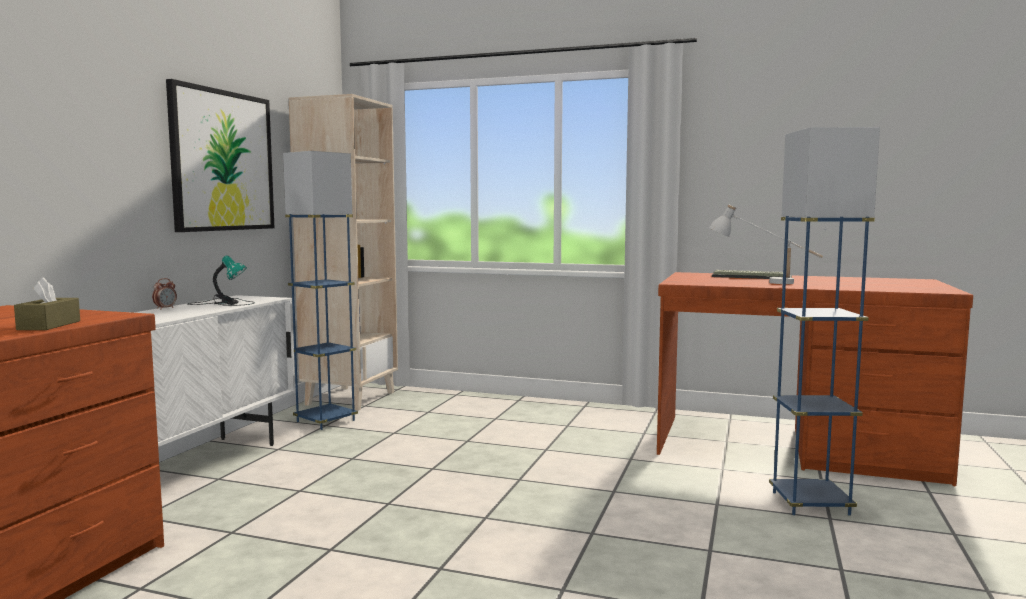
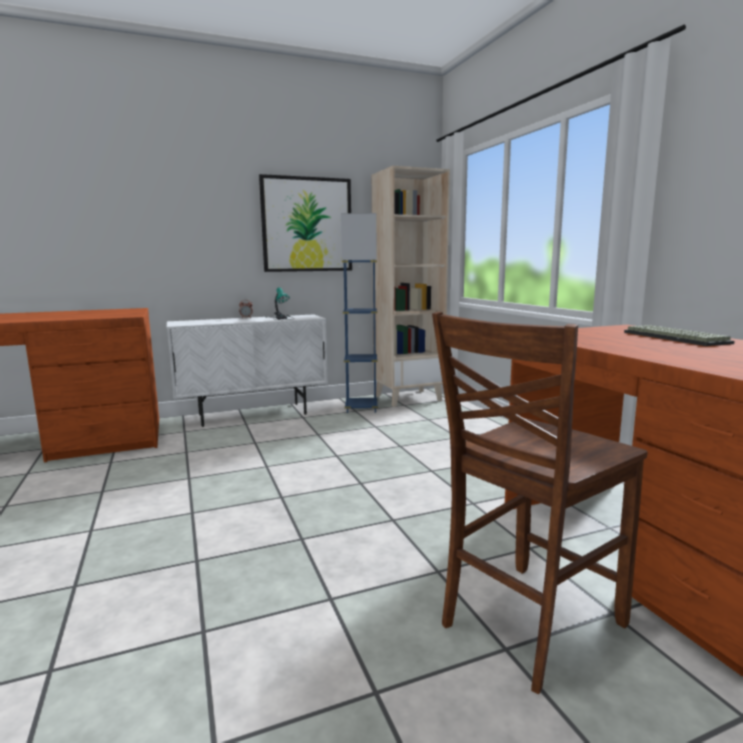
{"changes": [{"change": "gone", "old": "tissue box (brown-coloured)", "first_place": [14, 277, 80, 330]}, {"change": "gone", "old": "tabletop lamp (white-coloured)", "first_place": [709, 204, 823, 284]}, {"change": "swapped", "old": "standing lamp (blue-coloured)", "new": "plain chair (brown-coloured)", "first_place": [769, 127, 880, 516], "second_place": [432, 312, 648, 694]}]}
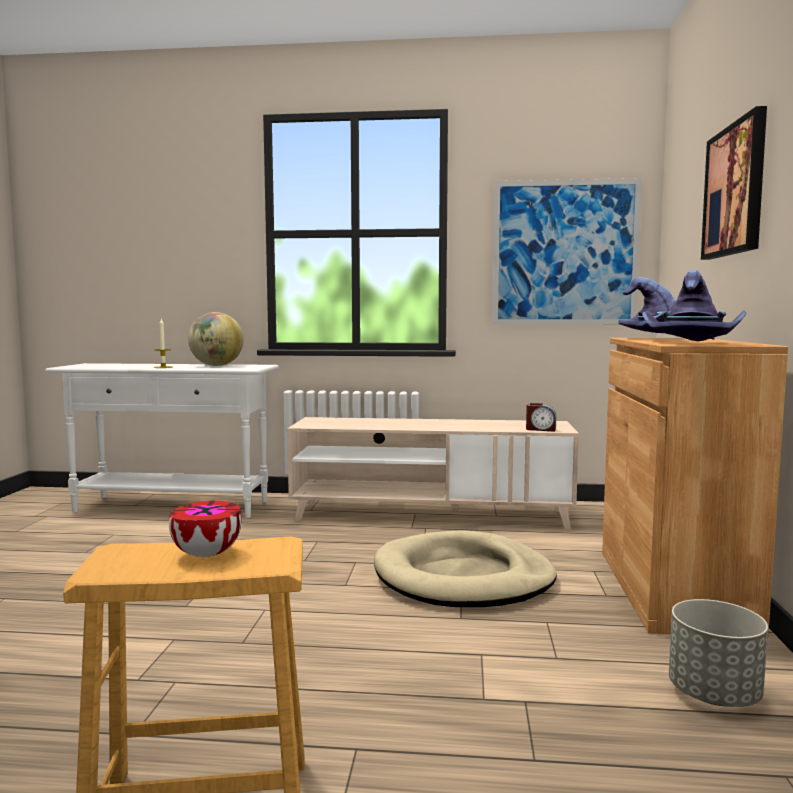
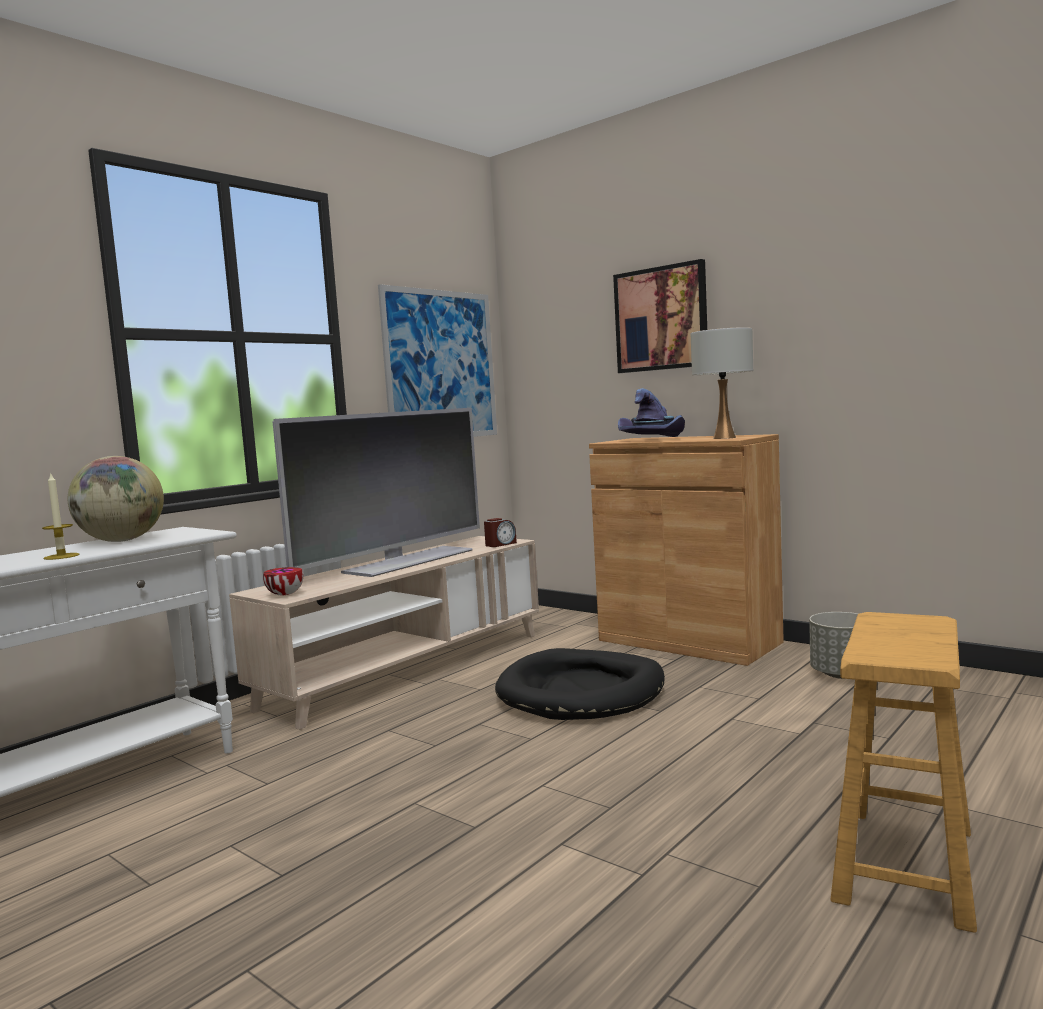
{"changes": [{"change": "shifted", "old": "bowl", "first_place": [169, 500, 242, 557], "second_place": [263, 567, 303, 595]}, {"change": "repainted", "old": "dog bed (sand-coloured)", "new": "dog bed (blackish)", "first_place": [374, 530, 557, 607], "second_place": [495, 648, 665, 720]}, {"change": "swapped", "old": "wearable hat (purple-coloured)", "new": "tabletop lamp (white-coloured)", "first_place": [642, 270, 746, 341], "second_place": [691, 327, 753, 439]}, {"change": "new", "new": "television", "second_place": [273, 408, 480, 577]}]}
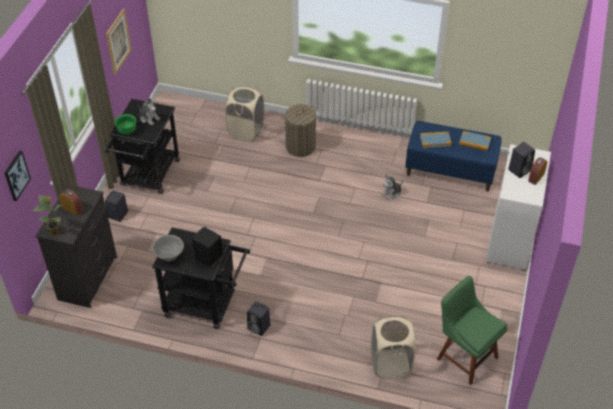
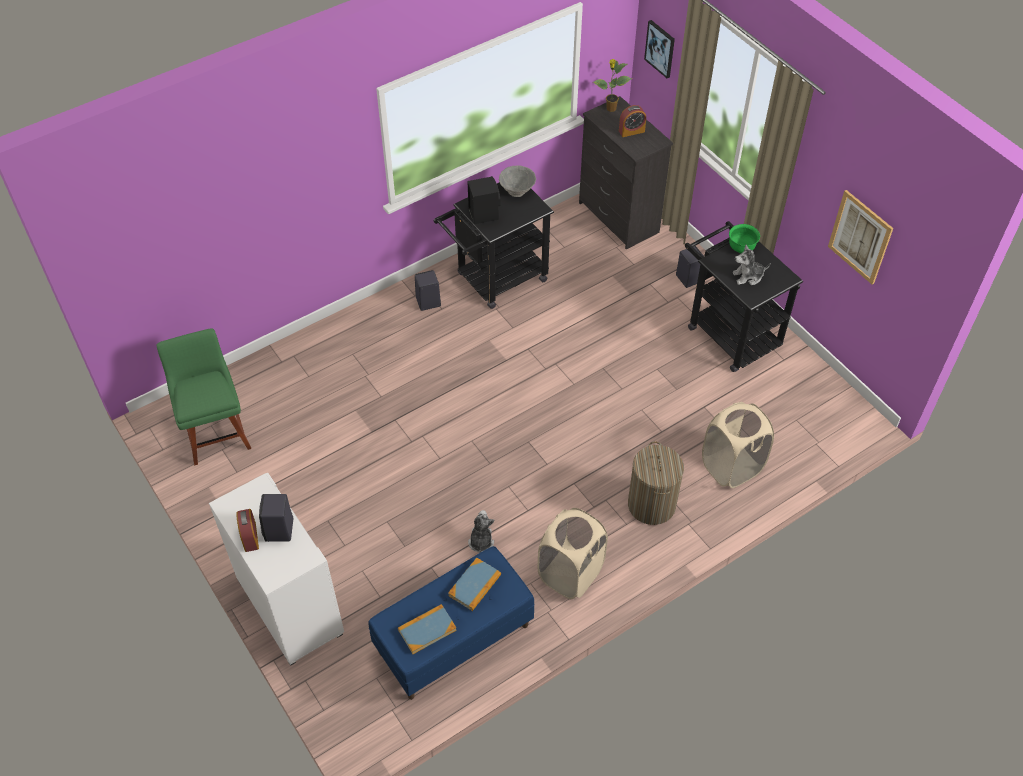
{"changes": [{"change": "shifted", "old": "laundry basket (sand-coloured)", "first_place": [371, 315, 415, 379], "second_place": [538, 508, 608, 599]}, {"change": "rotated", "old": "plain chair (green-coloured)", "first_place": [437, 276, 508, 385], "second_place": [157, 328, 251, 466], "degrees": -105}]}
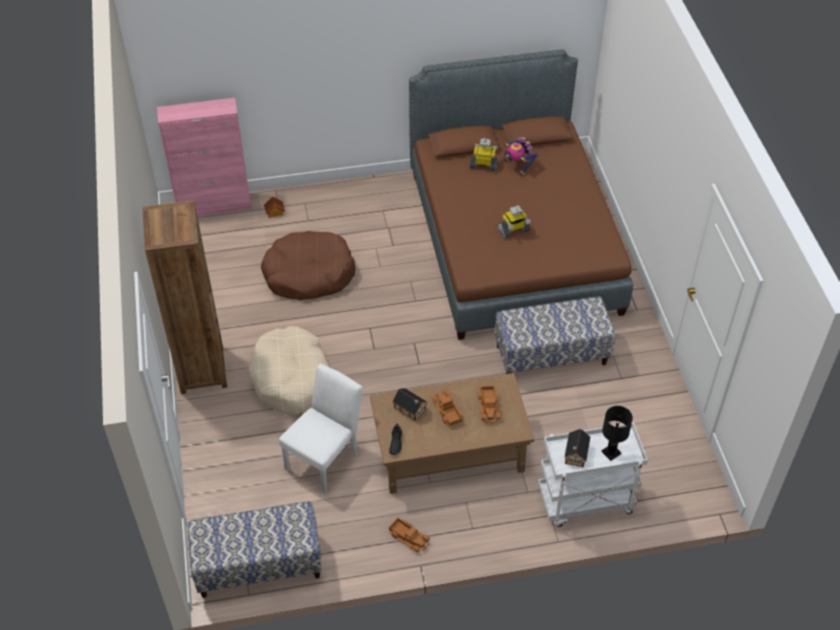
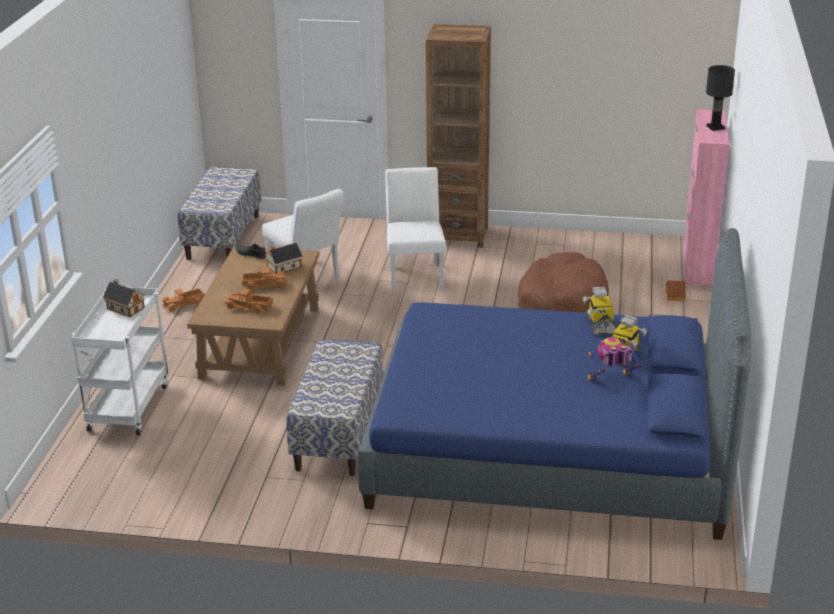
{"changes": [{"change": "swapped", "old": "dog bed (sand-coloured)", "new": "plain chair (white-coloured)", "first_place": [248, 326, 330, 415], "second_place": [385, 167, 446, 293]}, {"change": "repainted", "old": "bedroom bed (brown-coloured)", "new": "bedroom bed (blue-coloured)", "first_place": [409, 49, 633, 340], "second_place": [357, 228, 751, 540]}, {"change": "shifted", "old": "toy robot", "first_place": [497, 205, 531, 238], "second_place": [583, 287, 616, 335]}, {"change": "shifted", "old": "tabletop lamp (blackish)", "first_place": [601, 406, 633, 461], "second_place": [706, 65, 735, 131]}]}
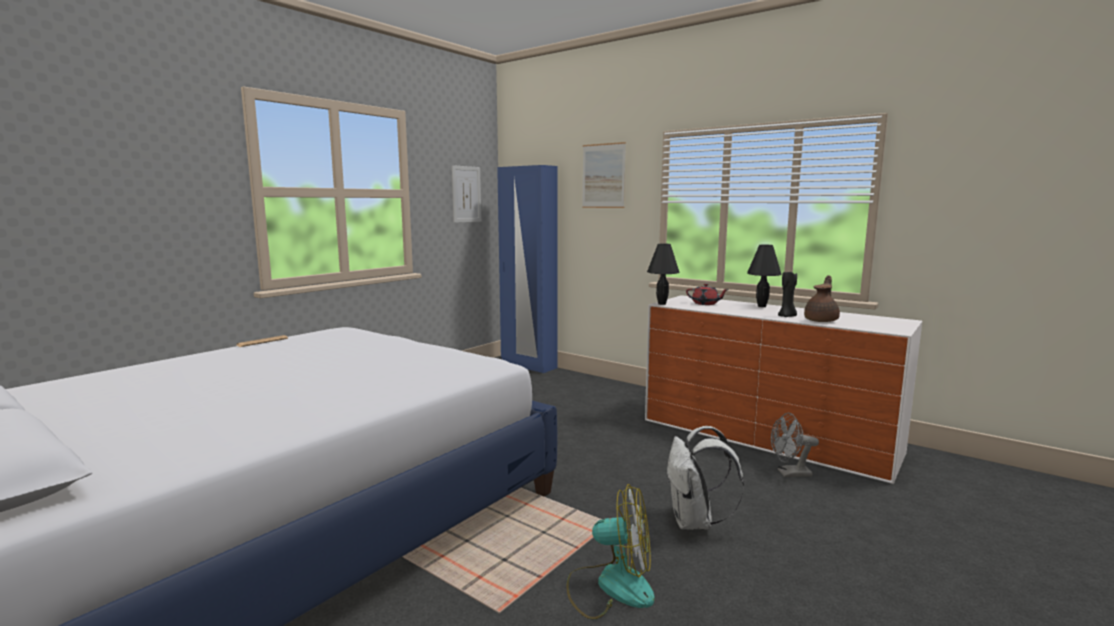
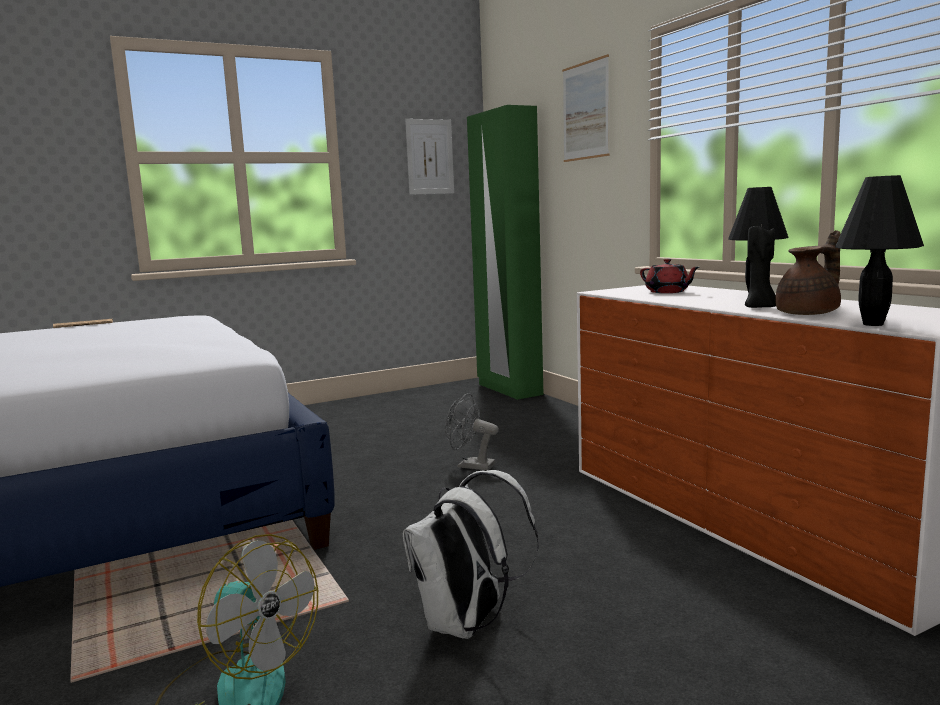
{"changes": [{"change": "repainted", "old": "wardrobe (blue-coloured)", "new": "wardrobe (green-coloured)", "first_place": [497, 165, 557, 373], "second_place": [467, 105, 544, 400]}, {"change": "shifted", "old": "tabletop lamp (blackish)", "first_place": [647, 244, 679, 305], "second_place": [835, 175, 924, 326]}, {"change": "shifted", "old": "cooling fan (grey)", "first_place": [771, 413, 819, 477], "second_place": [445, 393, 499, 471]}]}
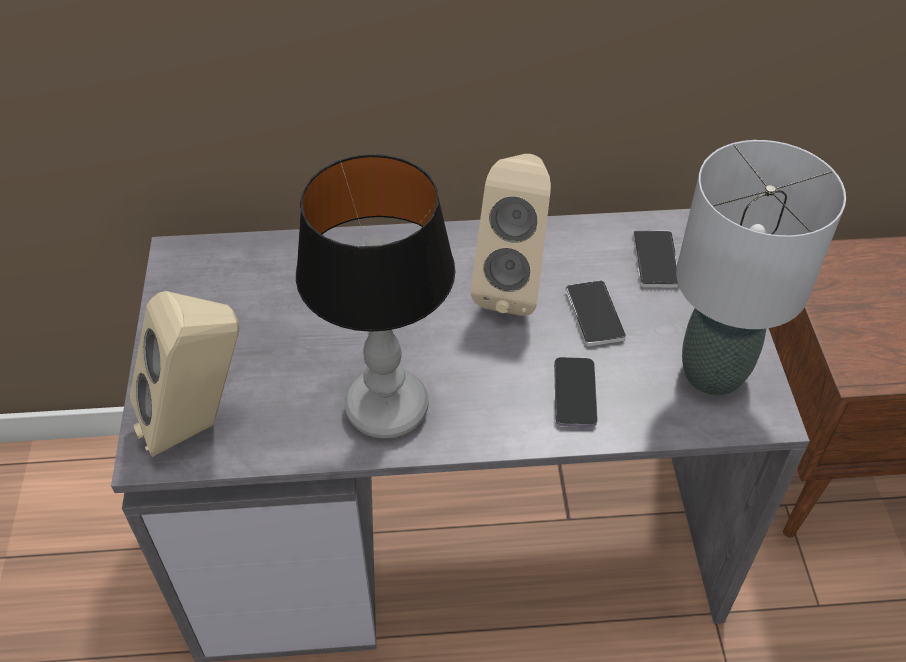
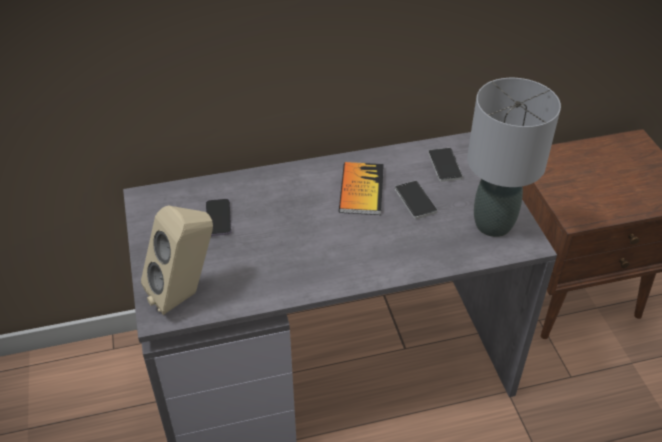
{"changes": [{"change": "gone", "old": "tabletop lamp", "first_place": [296, 154, 455, 439]}, {"change": "swapped", "old": "loudspeaker (sand-coloured)", "new": "bound book", "first_place": [471, 154, 551, 316], "second_place": [339, 162, 384, 215]}, {"change": "shifted", "old": "handset", "first_place": [554, 357, 598, 427], "second_place": [206, 199, 231, 236]}]}
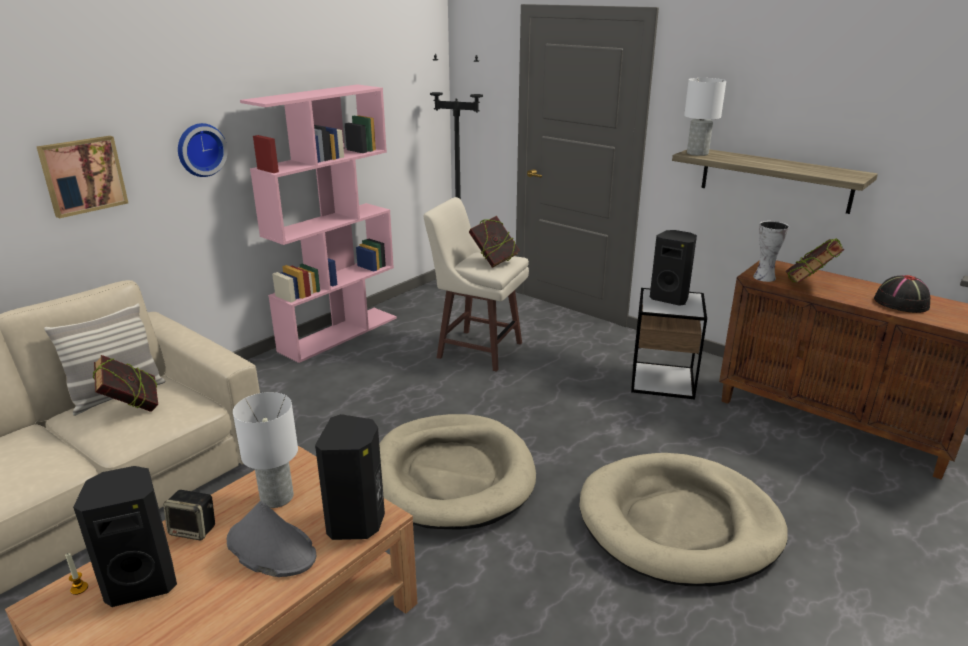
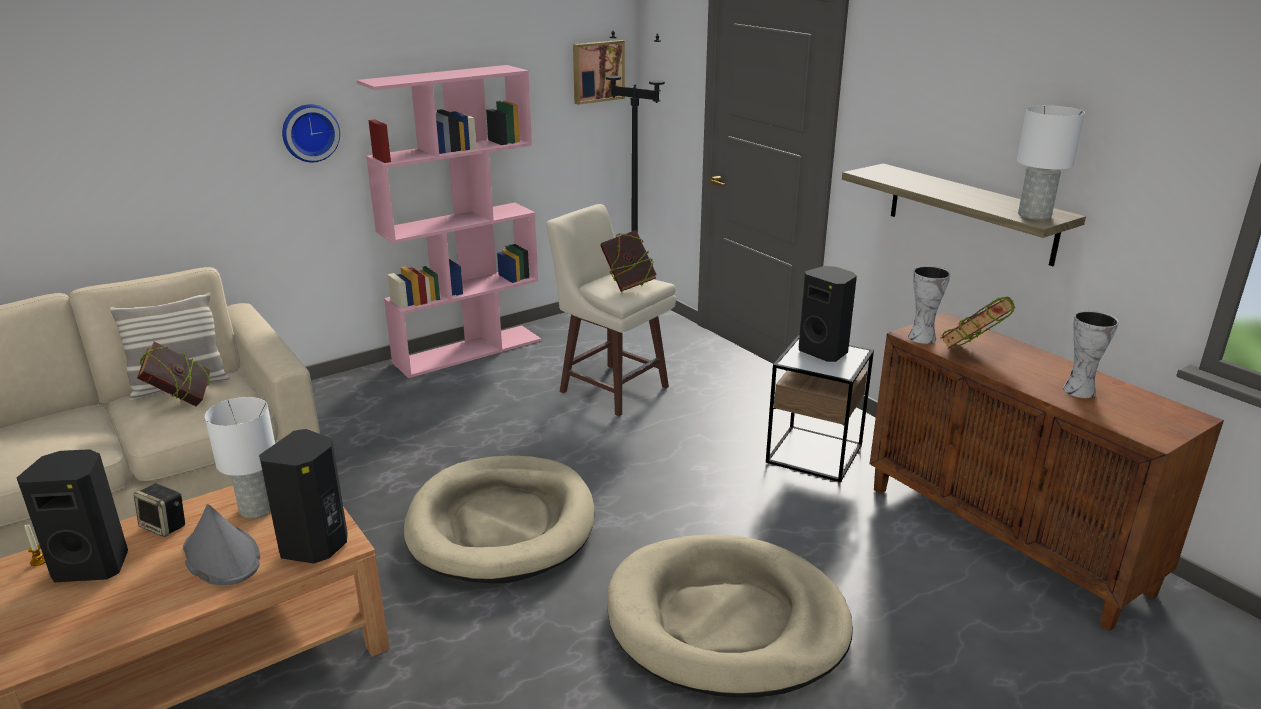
{"changes": [{"change": "shifted", "old": "picture", "first_place": [37, 136, 128, 218], "second_place": [573, 40, 625, 105]}, {"change": "shifted", "old": "tabletop lamp (white-coloured)", "first_place": [684, 78, 726, 156], "second_place": [1017, 105, 1085, 220]}, {"change": "swapped", "old": "wearable hat (blackish)", "new": "flower vase", "first_place": [874, 275, 930, 313], "second_place": [1063, 311, 1119, 398]}]}
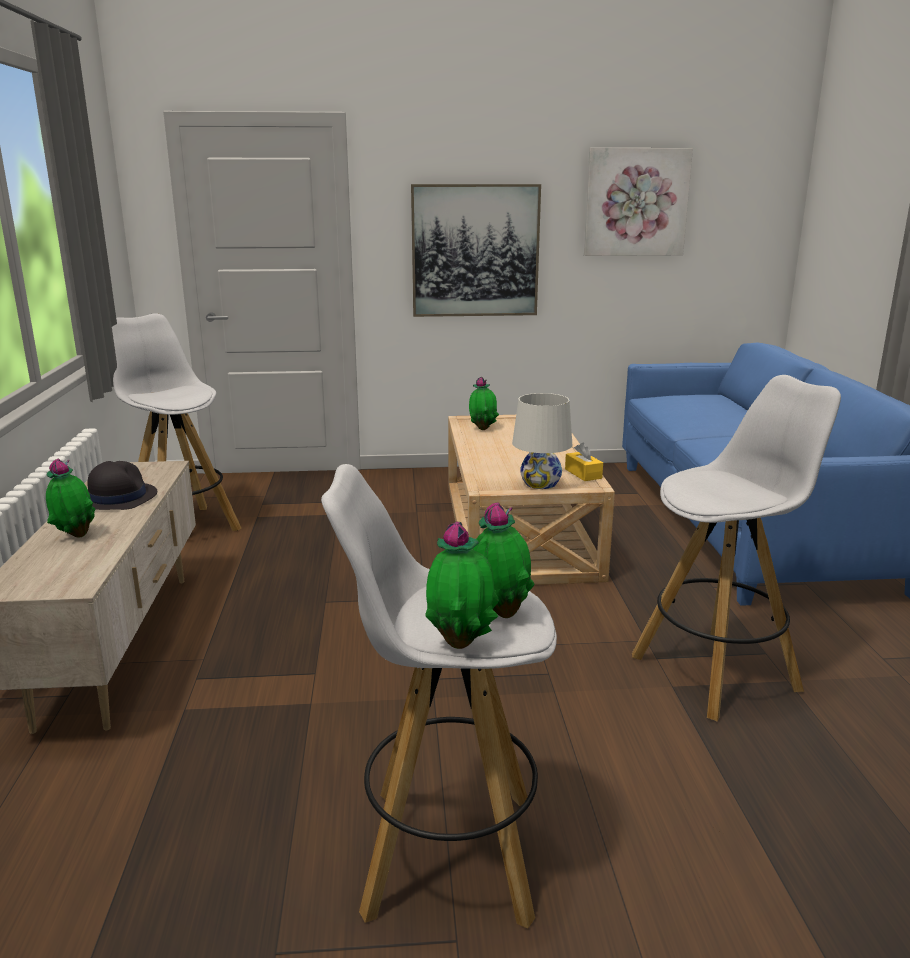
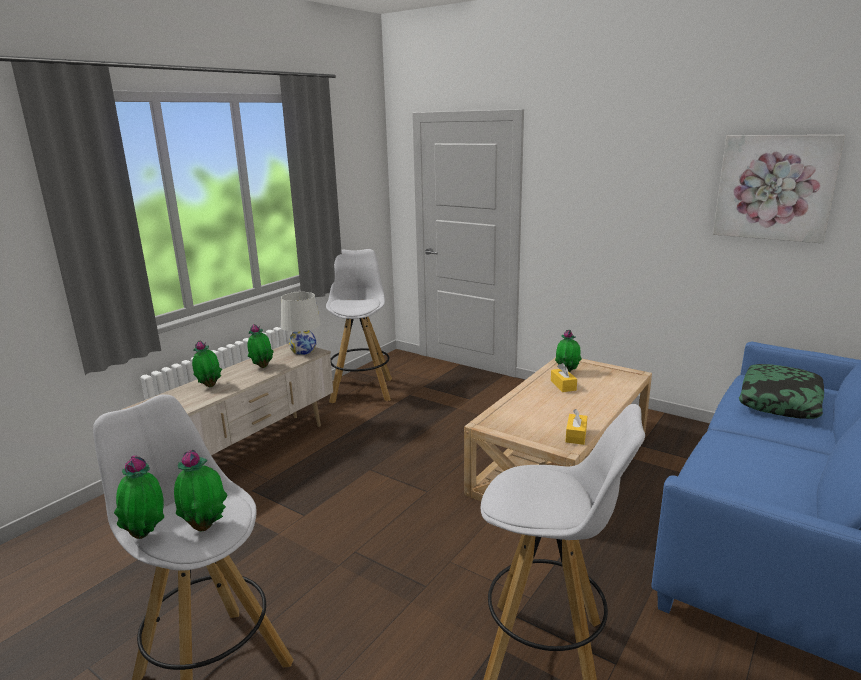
{"changes": [{"change": "swapped", "old": "wearable hat (blackish)", "new": "plant in a pot", "first_place": [87, 461, 157, 510], "second_place": [248, 324, 274, 368]}, {"change": "gone", "old": "picture", "first_place": [411, 184, 541, 317]}, {"change": "shifted", "old": "tabletop lamp (white-coloured)", "first_place": [512, 393, 572, 489], "second_place": [281, 292, 321, 355]}, {"change": "new", "new": "tissue box (yellowish)", "second_place": [551, 363, 577, 392]}, {"change": "new", "new": "cushion", "second_place": [739, 364, 824, 419]}]}
